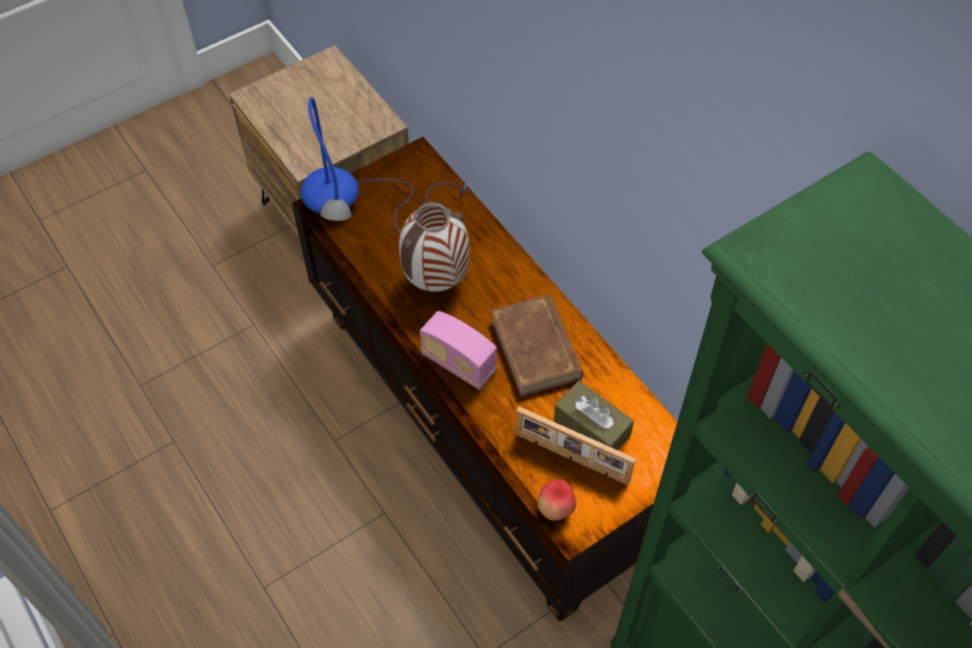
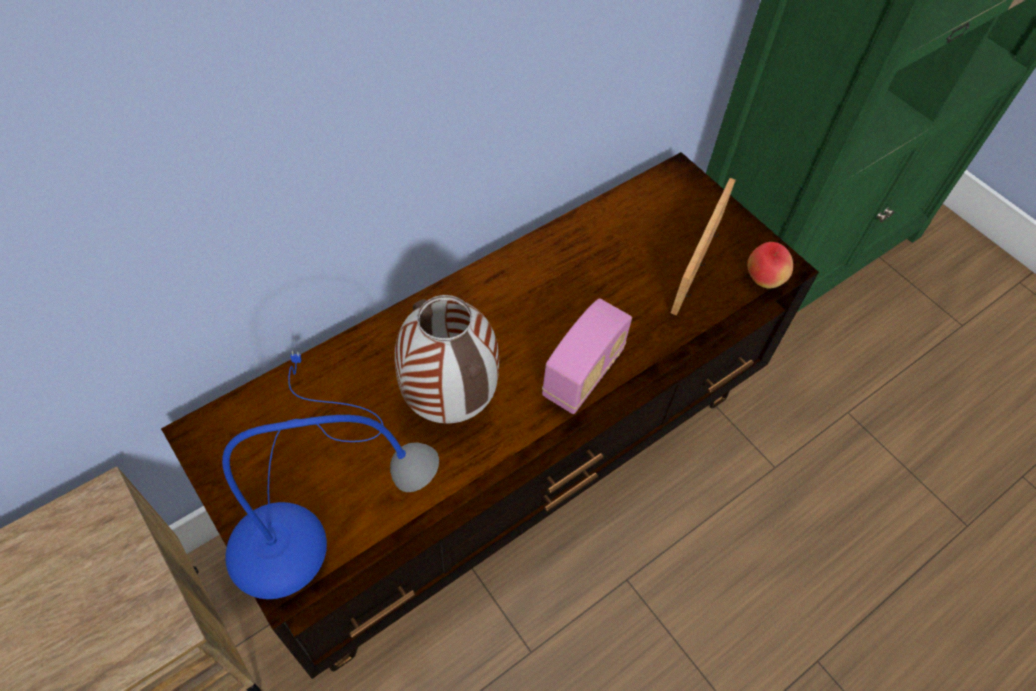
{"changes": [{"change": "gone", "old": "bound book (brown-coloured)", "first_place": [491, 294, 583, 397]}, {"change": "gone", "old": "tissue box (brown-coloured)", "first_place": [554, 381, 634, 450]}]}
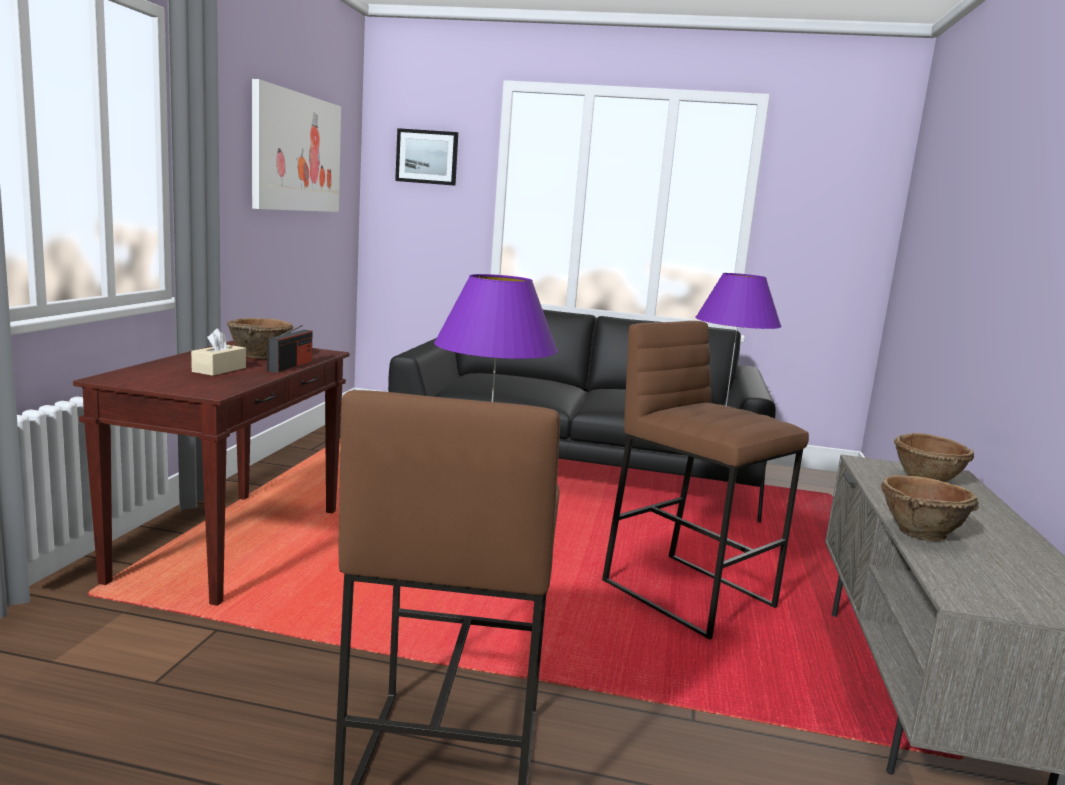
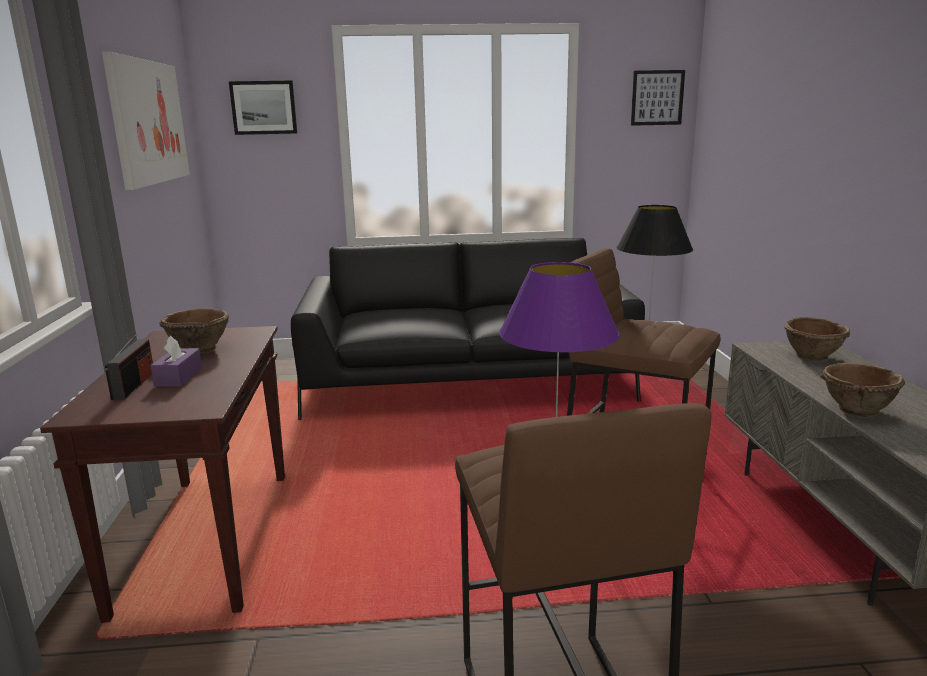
{"changes": [{"change": "repainted", "old": "tissue box (sand-coloured)", "new": "tissue box (purple-coloured)", "first_place": [191, 328, 246, 376], "second_place": [150, 336, 202, 387]}, {"change": "shifted", "old": "radio receiver", "first_place": [267, 325, 312, 373], "second_place": [105, 335, 153, 400]}, {"change": "repainted", "old": "tabletop lamp (purple-coloured)", "new": "tabletop lamp (blackish)", "first_place": [695, 273, 781, 407], "second_place": [617, 205, 693, 323]}, {"change": "new", "new": "picture", "second_place": [631, 70, 685, 126]}]}
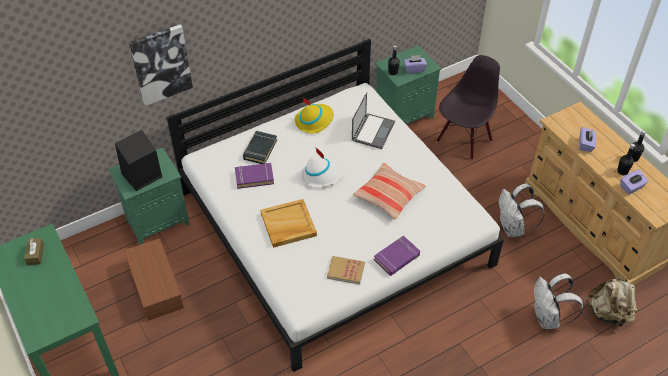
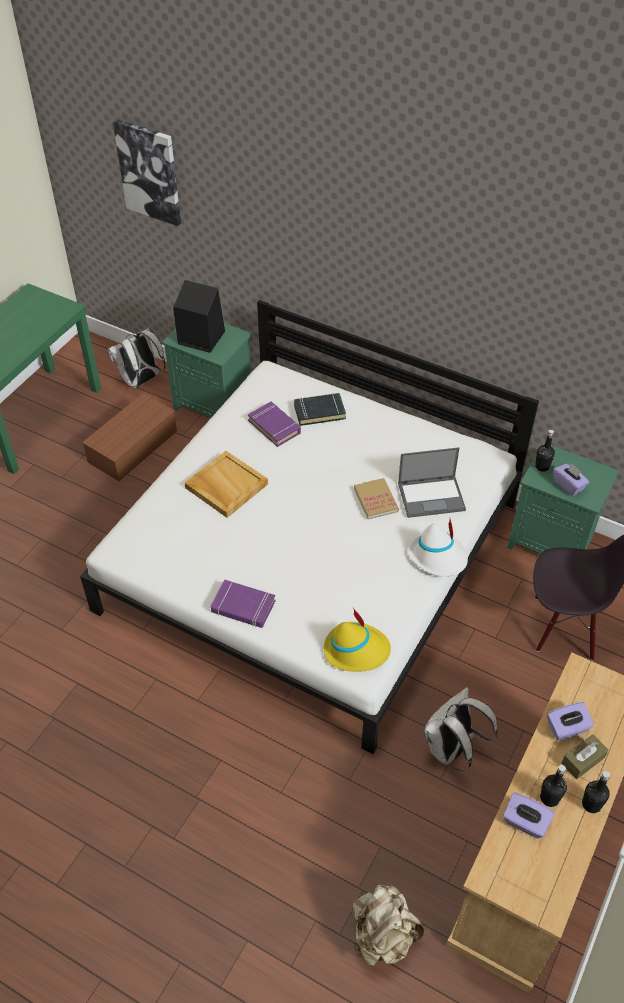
{"changes": [{"change": "shifted", "old": "tissue box (brown-coloured)", "first_place": [24, 238, 44, 265], "second_place": [561, 734, 608, 779]}, {"change": "shifted", "old": "picture", "first_place": [129, 24, 193, 106], "second_place": [113, 119, 181, 226]}, {"change": "shifted", "old": "wearable hat (yellowish)", "first_place": [295, 98, 334, 134], "second_place": [324, 608, 391, 672]}, {"change": "shifted", "old": "wearable hat (white-coloured)", "first_place": [301, 147, 344, 188], "second_place": [409, 519, 468, 577]}, {"change": "shifted", "old": "bound book", "first_place": [327, 256, 365, 285], "second_place": [354, 478, 399, 519]}, {"change": "gone", "old": "cushion", "first_place": [353, 163, 426, 220]}, {"change": "shifted", "old": "knapsack (white-coloured)", "first_place": [534, 273, 583, 329], "second_place": [108, 328, 166, 388]}]}
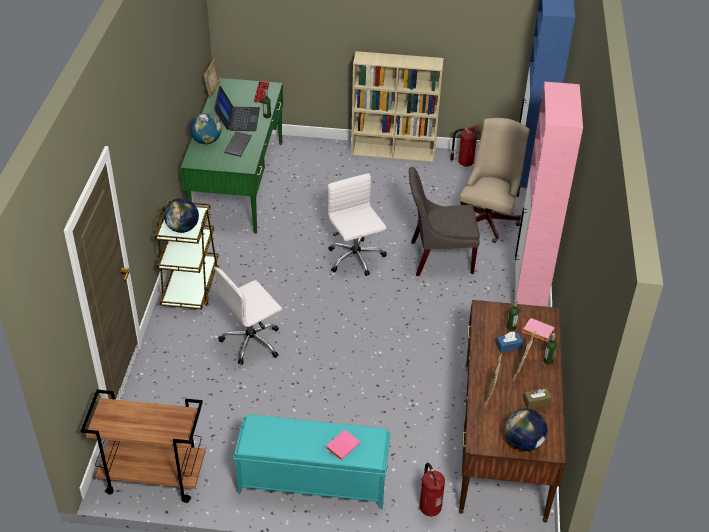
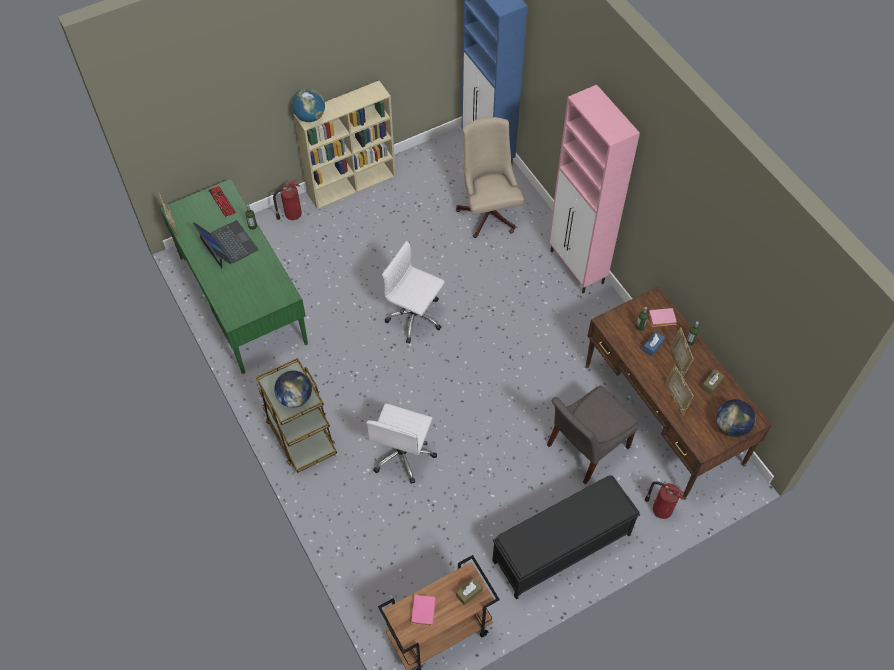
{"changes": [{"change": "shifted", "old": "world globe", "first_place": [190, 113, 221, 144], "second_place": [292, 89, 325, 122]}, {"change": "gone", "old": "PC keyboard", "first_place": [224, 131, 252, 157]}, {"change": "repainted", "old": "bench (blue-green)", "new": "bench (blackish)", "first_place": [233, 414, 391, 509], "second_place": [492, 475, 640, 600]}, {"change": "shifted", "old": "bound book (pink-coloured)", "first_place": [326, 429, 360, 460], "second_place": [411, 595, 436, 626]}, {"change": "shifted", "old": "plain chair (grey)", "first_place": [409, 167, 480, 276], "second_place": [547, 386, 638, 484]}, {"change": "shifted", "old": "fire-fighting cylinder", "first_place": [450, 125, 481, 166], "second_place": [273, 179, 302, 220]}, {"change": "new", "new": "tissue box (brown-coloured)", "second_place": [456, 577, 483, 605]}]}
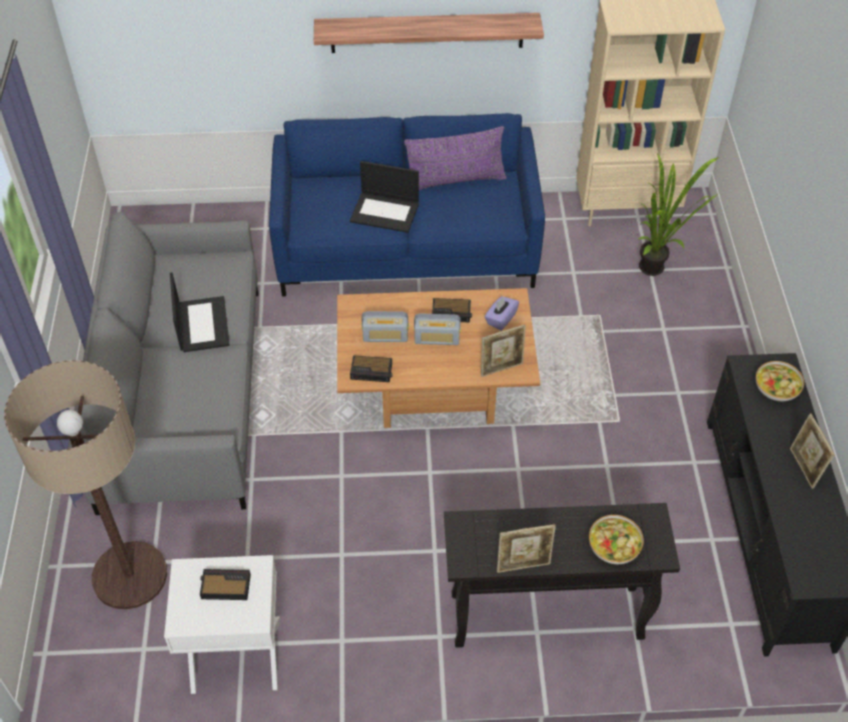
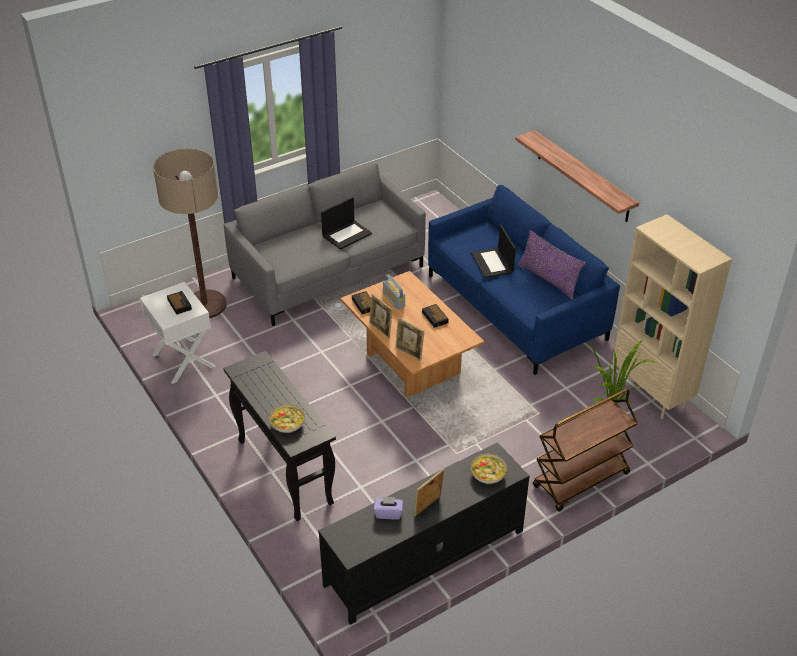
{"changes": [{"change": "gone", "old": "radio receiver", "first_place": [414, 314, 461, 345]}, {"change": "shifted", "old": "tissue box (purple-coloured)", "first_place": [485, 296, 519, 331], "second_place": [373, 496, 403, 520]}, {"change": "shifted", "old": "picture frame", "first_place": [497, 524, 556, 573], "second_place": [369, 294, 393, 338]}, {"change": "new", "new": "cart (brown-coloured)", "second_place": [533, 389, 638, 512]}]}
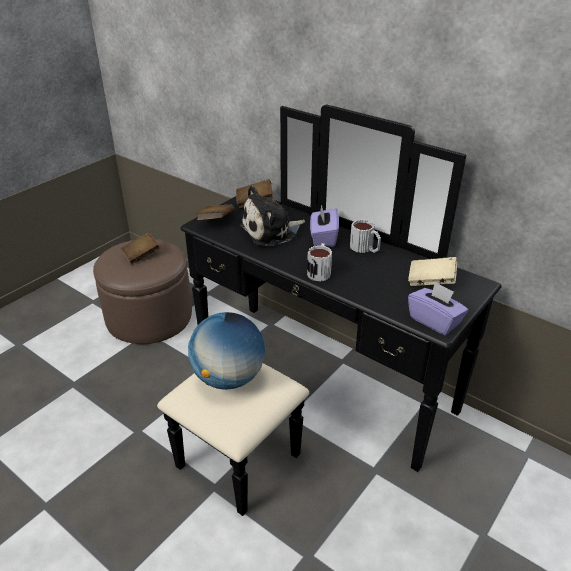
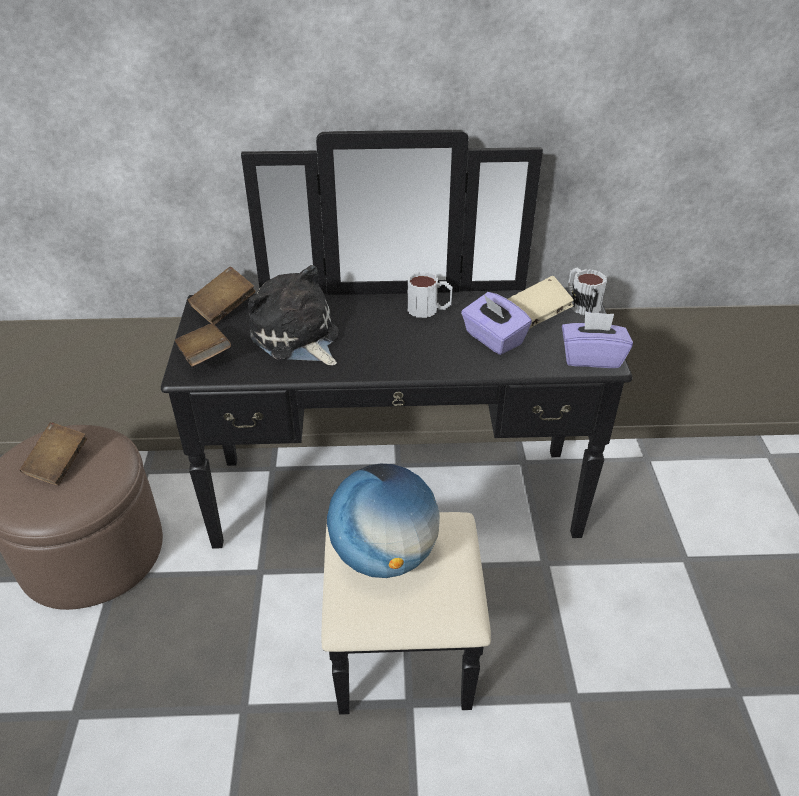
{"changes": [{"change": "rotated", "old": "plush toy", "first_place": [240, 186, 305, 247], "second_place": [248, 265, 340, 366], "degrees": 120}, {"change": "shifted", "old": "tea mug", "first_place": [307, 243, 332, 281], "second_place": [568, 267, 607, 315]}, {"change": "shifted", "old": "tissue box (purple-coloured)", "first_place": [310, 205, 339, 247], "second_place": [461, 292, 532, 355]}]}
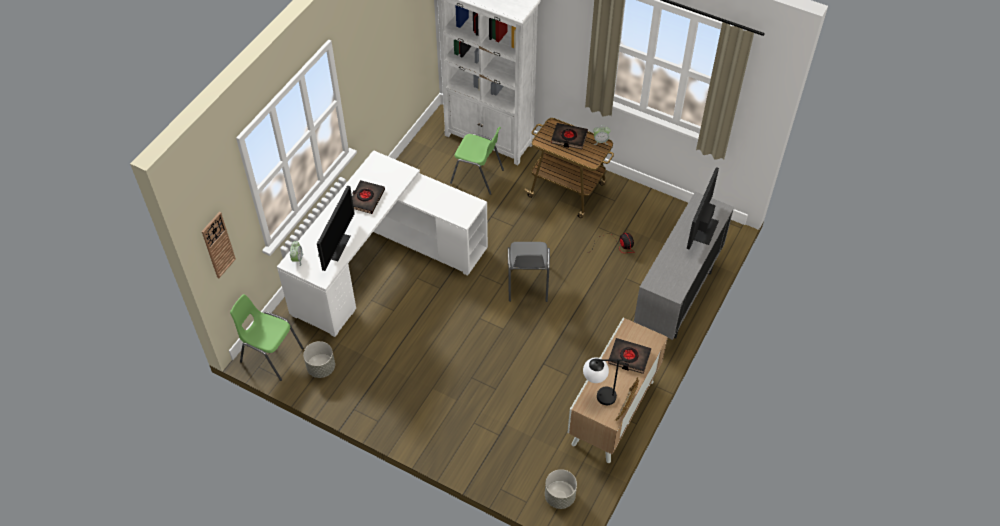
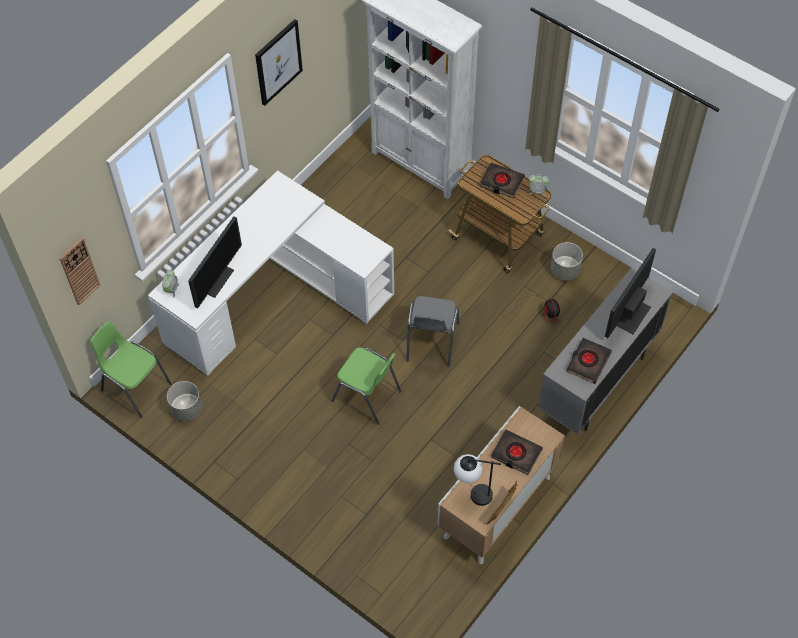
{"changes": [{"change": "shifted", "old": "bound book (blackish)", "first_place": [352, 180, 385, 214], "second_place": [566, 338, 612, 384]}, {"change": "shifted", "old": "plain chair (green-coloured)", "first_place": [450, 127, 504, 195], "second_place": [331, 347, 401, 425]}, {"change": "shifted", "old": "plant pot (grey)", "first_place": [545, 469, 577, 509], "second_place": [551, 242, 583, 281]}, {"change": "new", "new": "picture", "second_place": [255, 19, 303, 106]}]}
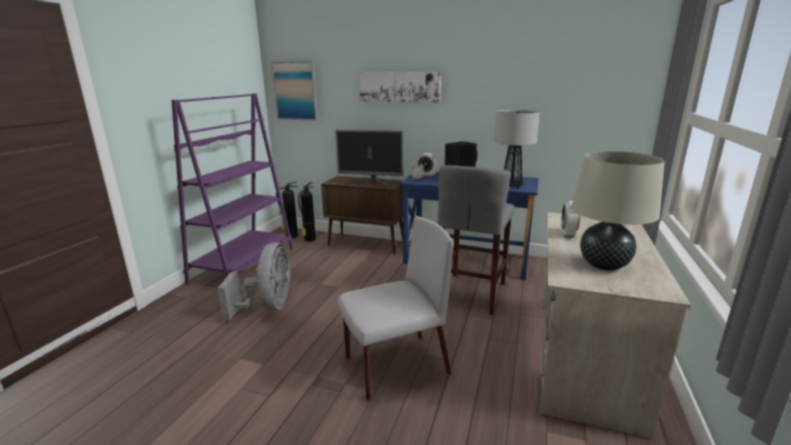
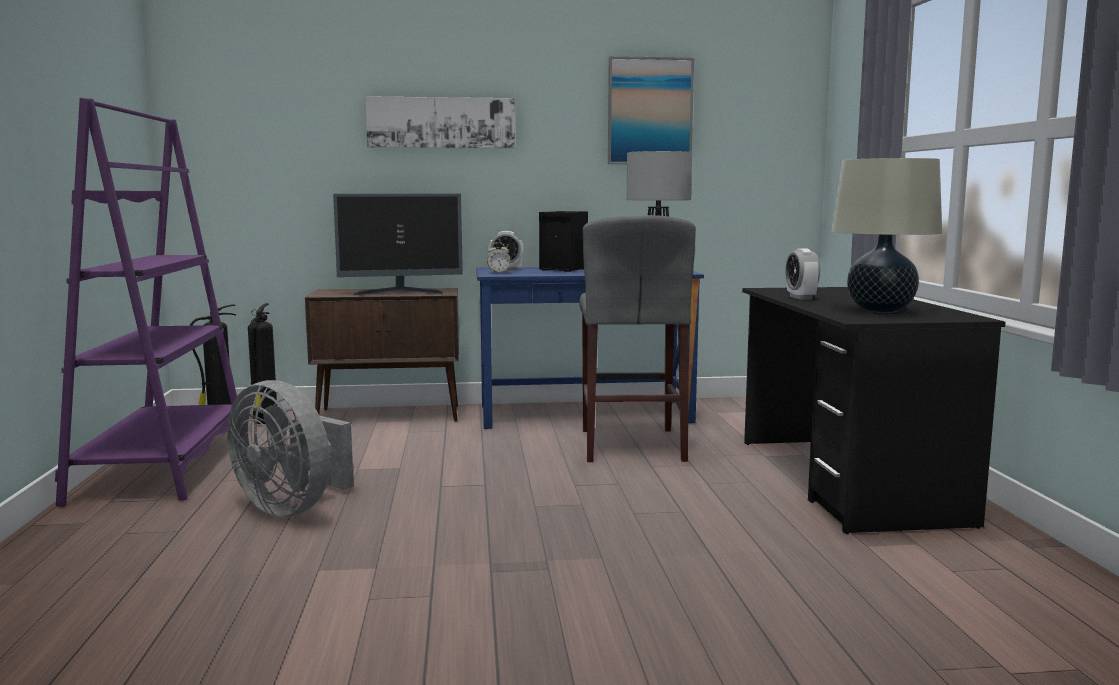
{"changes": [{"change": "rotated", "old": "cooling fan (grey)", "first_place": [218, 242, 291, 321], "second_place": [227, 380, 354, 517], "degrees": 150}, {"change": "shifted", "old": "picture", "first_place": [271, 61, 318, 121], "second_place": [608, 56, 694, 164]}, {"change": "gone", "old": "plain chair (grey)", "first_place": [338, 216, 453, 401]}, {"change": "repainted", "old": "desk table (sand-coloured)", "new": "desk table (blackish)", "first_place": [539, 212, 691, 439], "second_place": [742, 287, 1006, 534]}]}
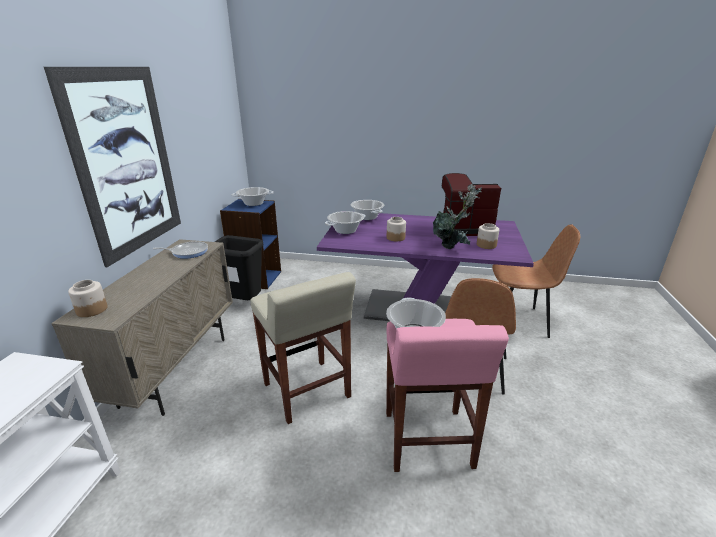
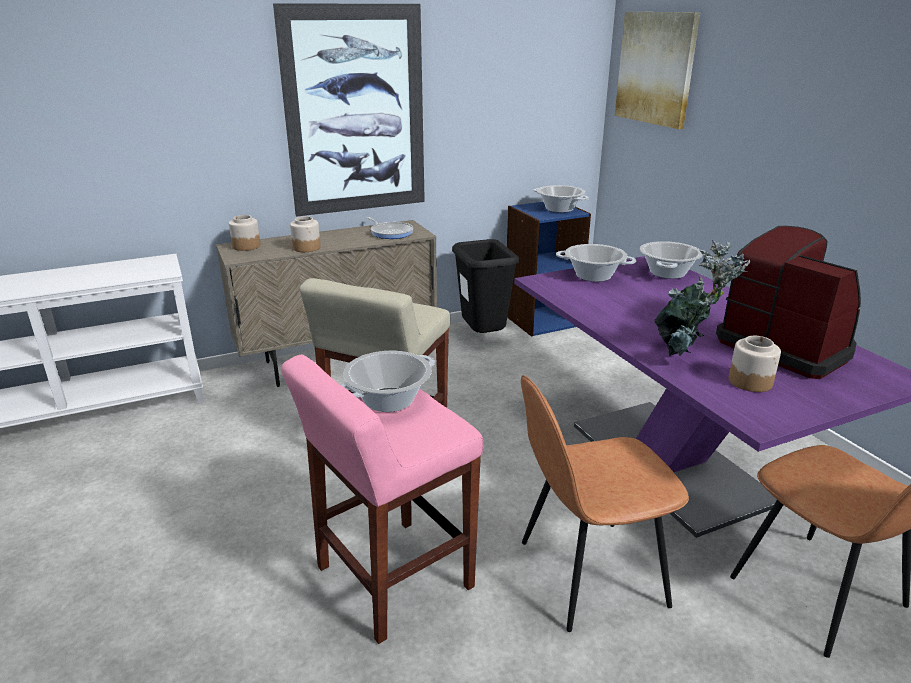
{"changes": [{"change": "shifted", "old": "preserve jar", "first_place": [387, 217, 406, 241], "second_place": [290, 216, 321, 252]}, {"change": "new", "new": "picture", "second_place": [615, 12, 700, 129]}]}
